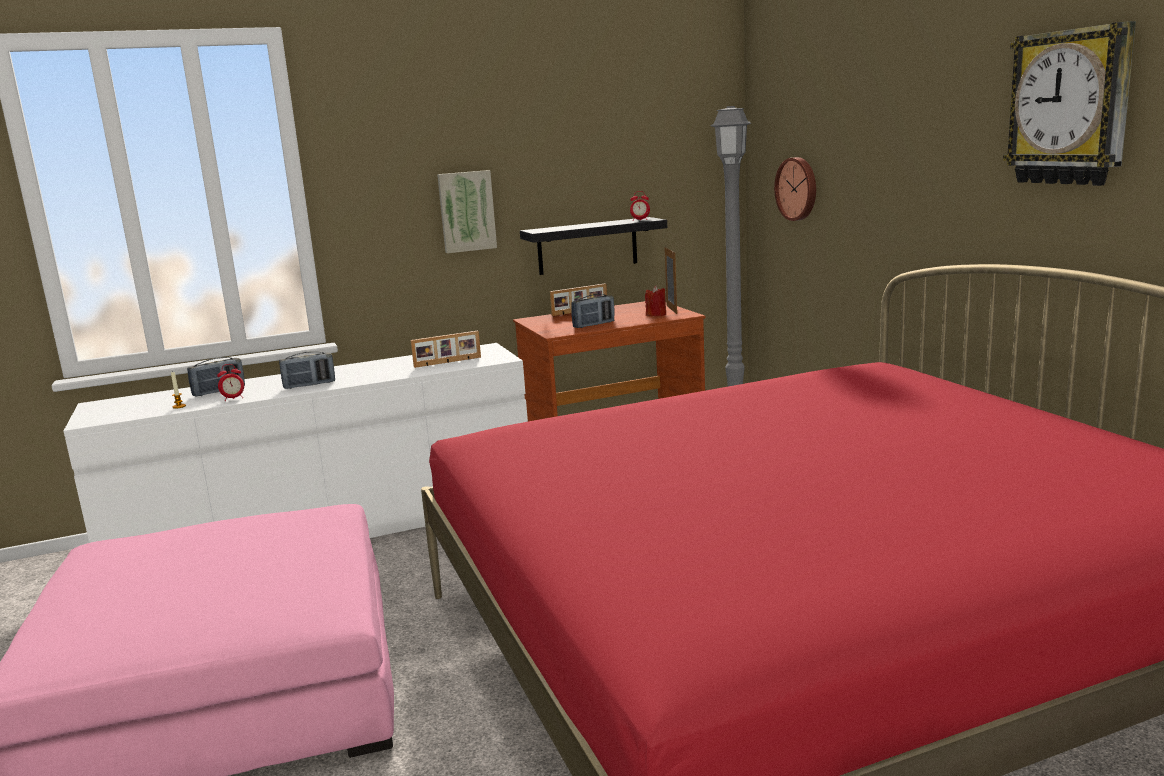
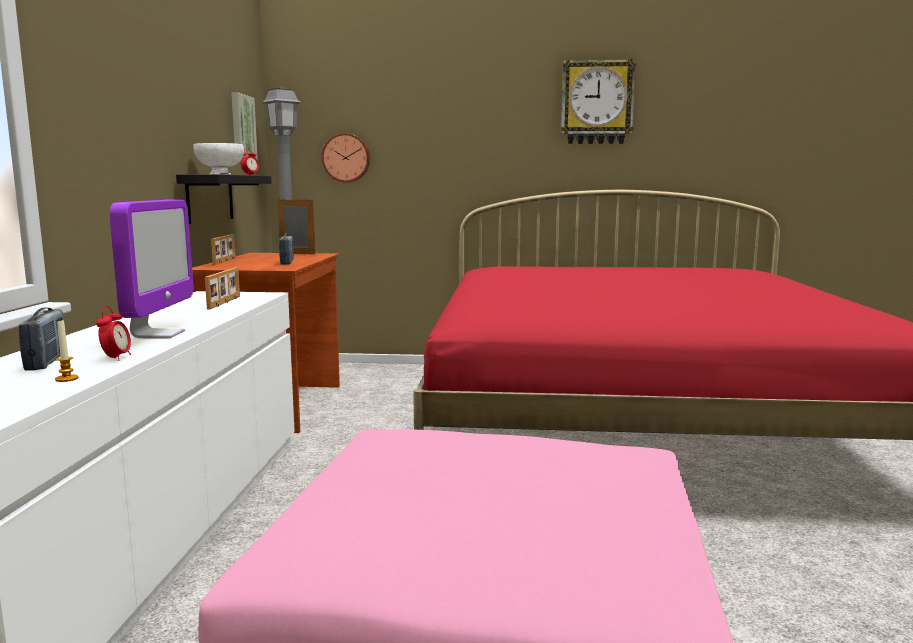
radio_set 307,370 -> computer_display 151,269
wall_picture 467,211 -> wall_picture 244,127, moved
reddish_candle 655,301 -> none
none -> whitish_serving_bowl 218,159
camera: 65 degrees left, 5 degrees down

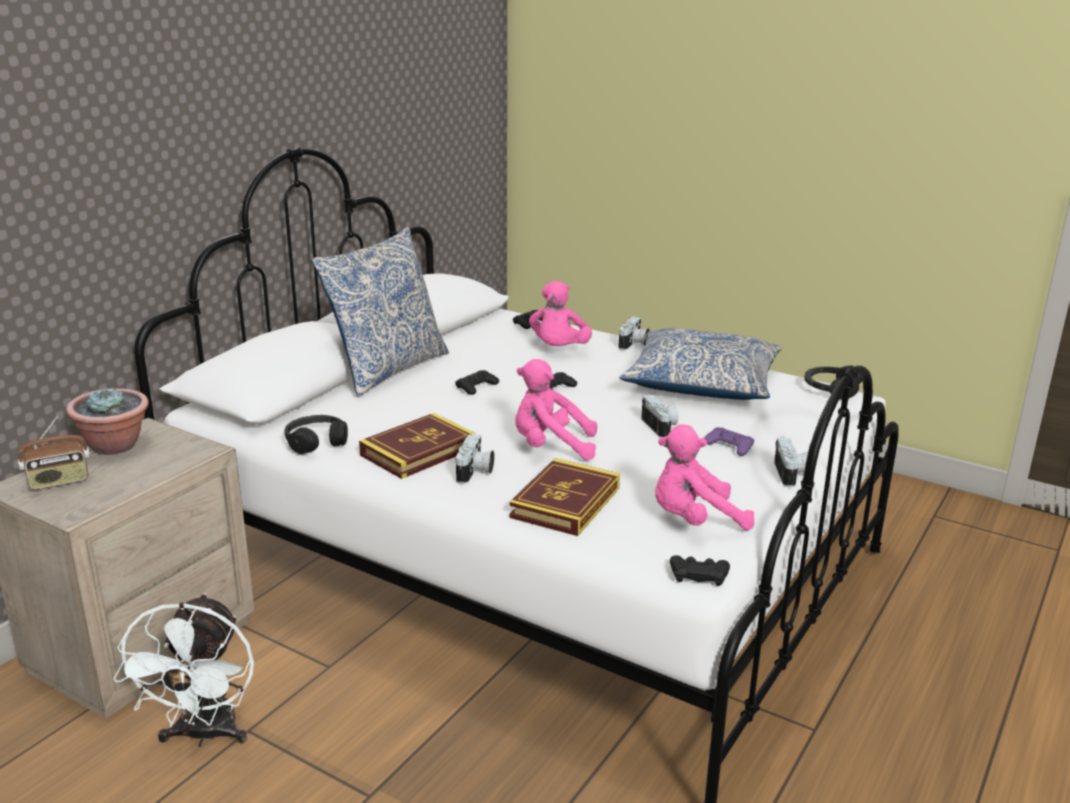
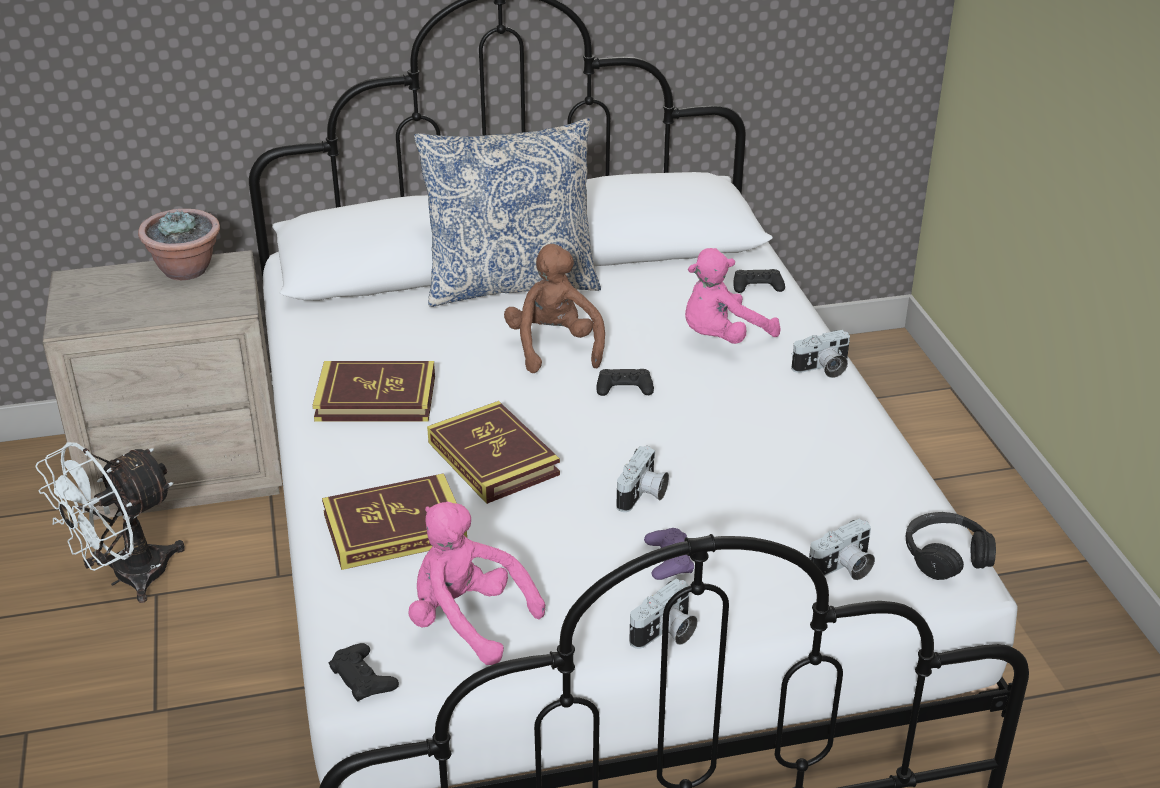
radio_set 54,453 -> none
black_pair_of_headphones 316,434 -> none
black_joypad 477,382 -> brownish_plush_toy 554,308
still_camera 475,459 -> still_camera 842,549, moved
pink_plush_toy 556,409 -> volume 493,452
cushion 700,364 -> none
camera: 45 degrees right, 10 degrees up

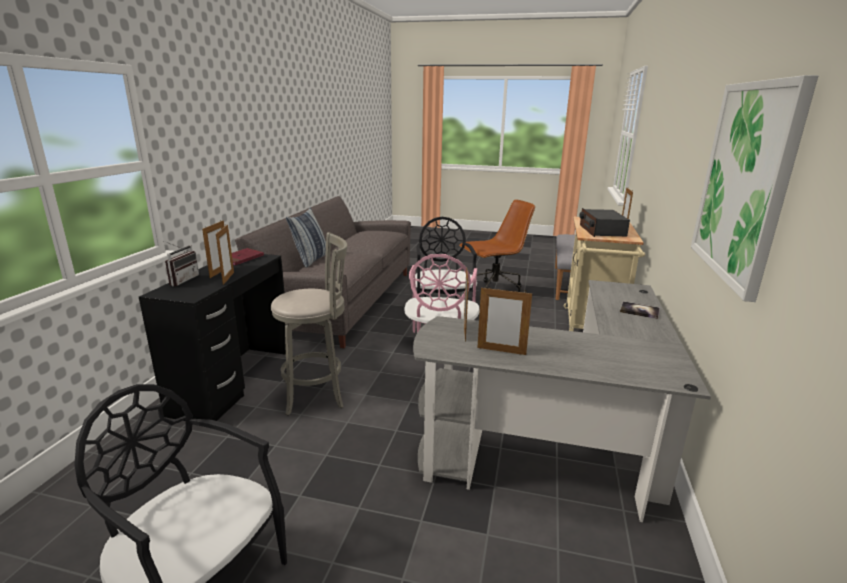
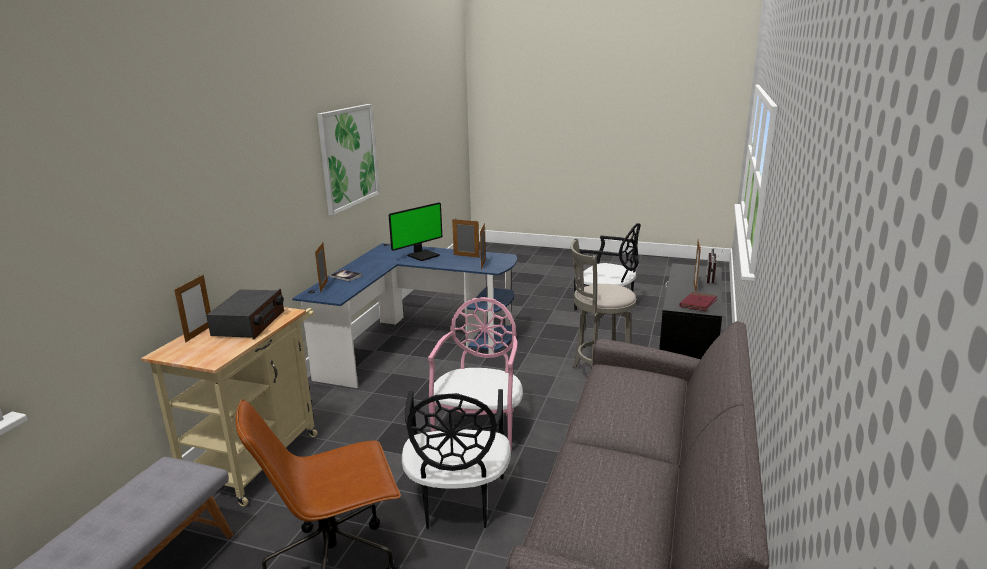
picture_frame 225,254 -> picture_frame 321,267, moved
cushion 306,238 -> none
greyish_desk_table 562,401 -> blue-coloured_desk_table 404,315
none -> computer_display 415,231
camera: 175 degrees left, 0 degrees up

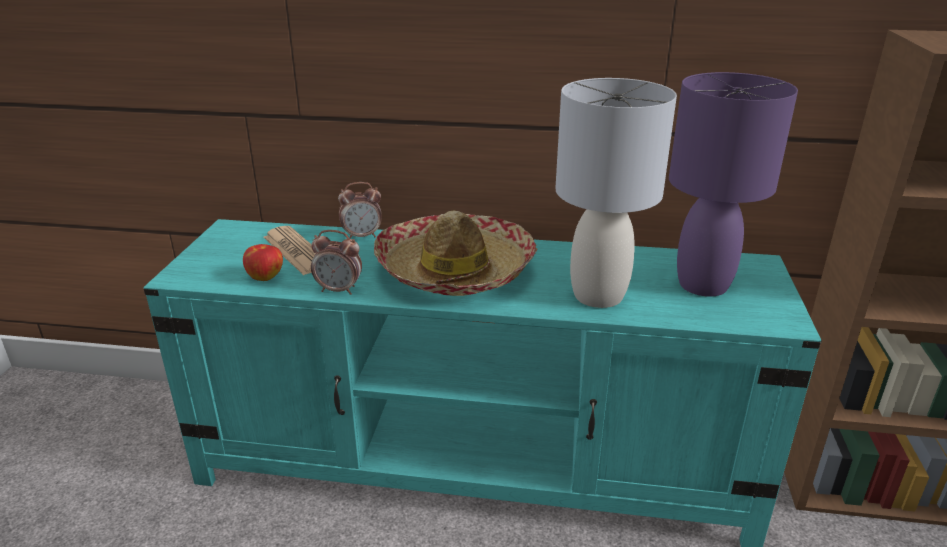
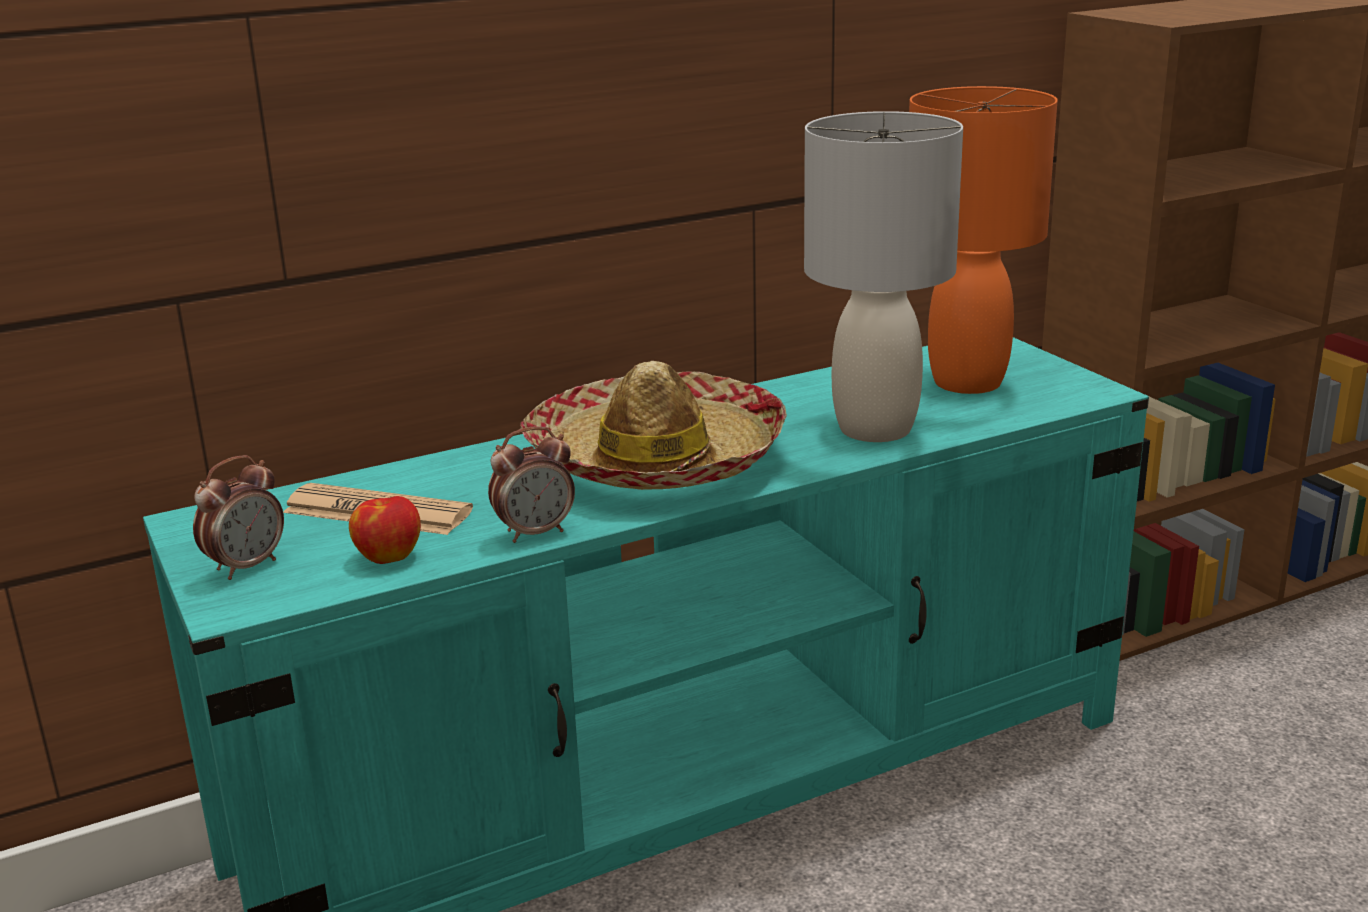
alarm_clock 360,210 -> alarm_clock 238,517, moved
purple-coloured_tabletop_lamp 733,184 -> orange-coloured_tabletop_lamp 983,240
camera: 35 degrees left, 5 degrees down

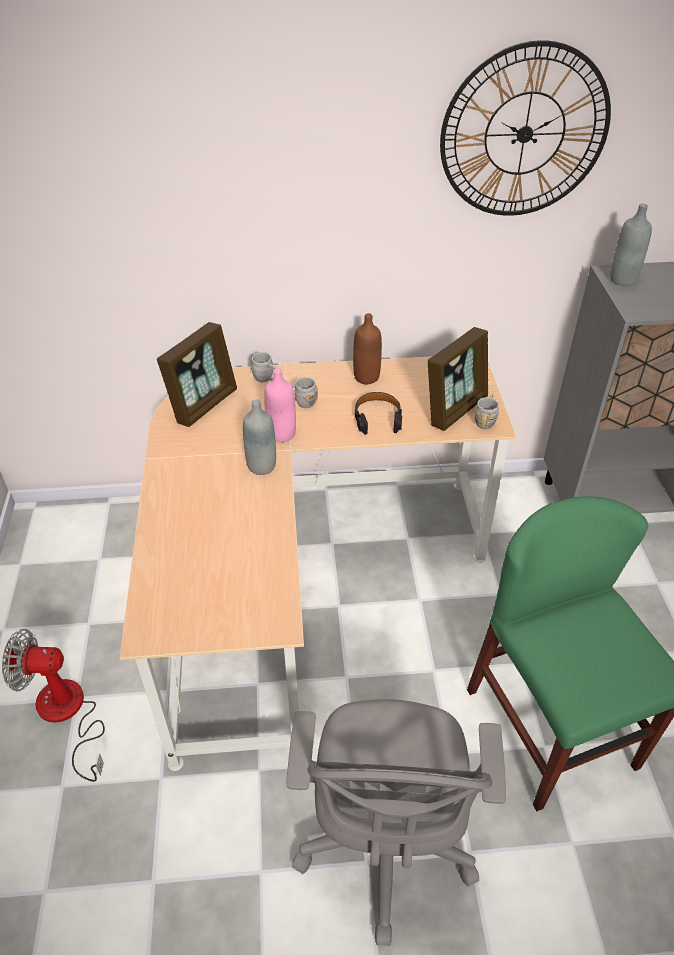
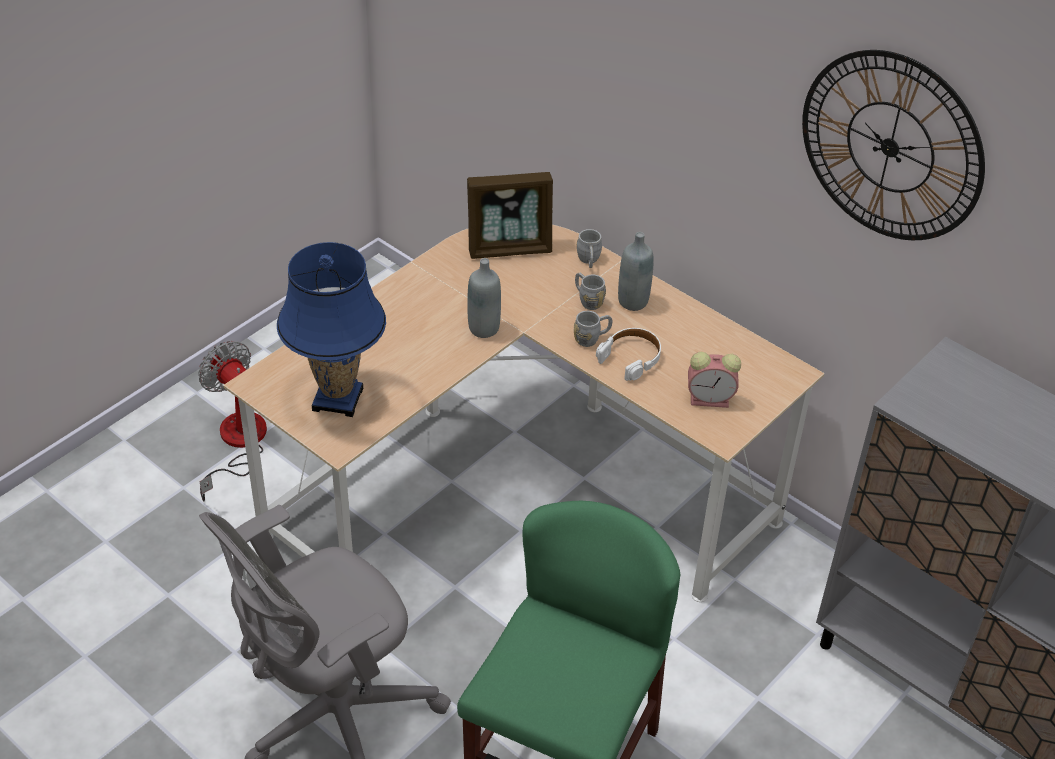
pink_drink_bottle 280,405 -> none
brownish_drink_bottle 367,348 -> none
black_pair_of_headphones 378,413 -> whitish_pair_of_headphones 628,354
picture_frame 458,379 -> alarm_clock 714,380
greyish_coffee_mug 486,411 -> greyish_coffee_mug 593,329, moved
greyish_drink_bottle 631,245 -> greyish_drink_bottle 636,271, moved
none -> blue-coloured_tabletop_lamp 331,329
camera: 45 degrees right, 0 degrees up

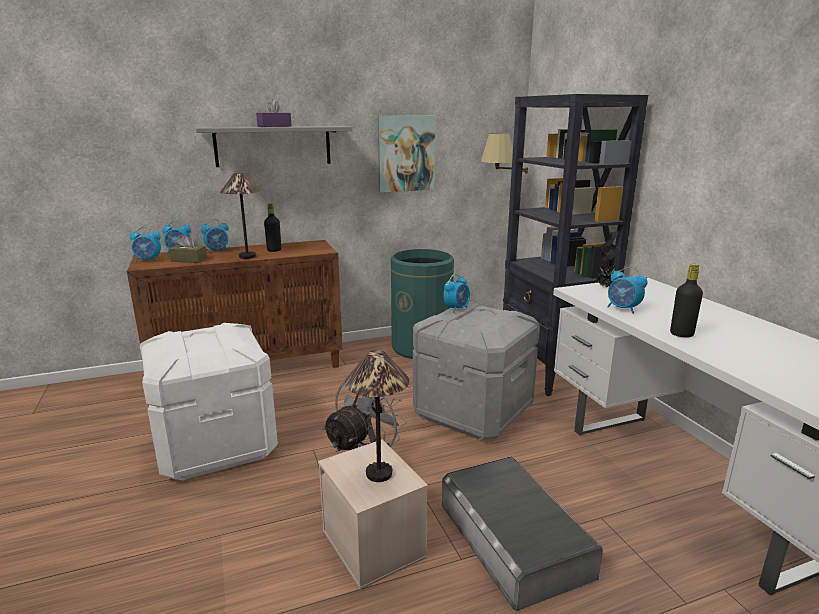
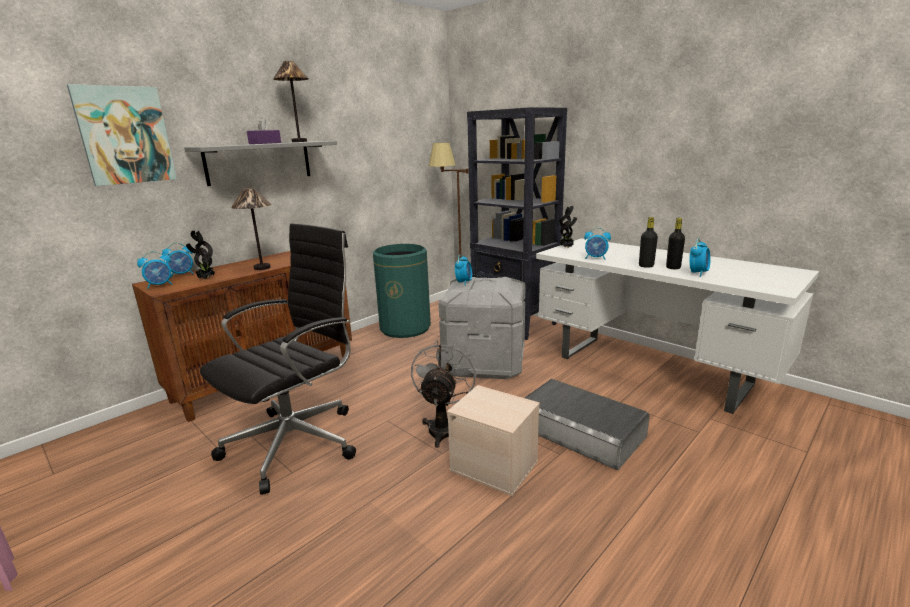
whitish_storage_bin 209,401 -> black_desk_chair 278,358
brownish_tissue_box 188,249 -> plant_in_a_pot 200,255
alarm_clock 215,236 -> alarm_clock 699,258, moved
black_drink_bottle 272,227 -> black_drink_bottle 675,243, moved
tabletop_lamp 377,416 -> tabletop_lamp 291,101, moved
wall_picture 406,153 -> wall_picture 122,135, moved
camera: 25 degrees left, 0 degrees up

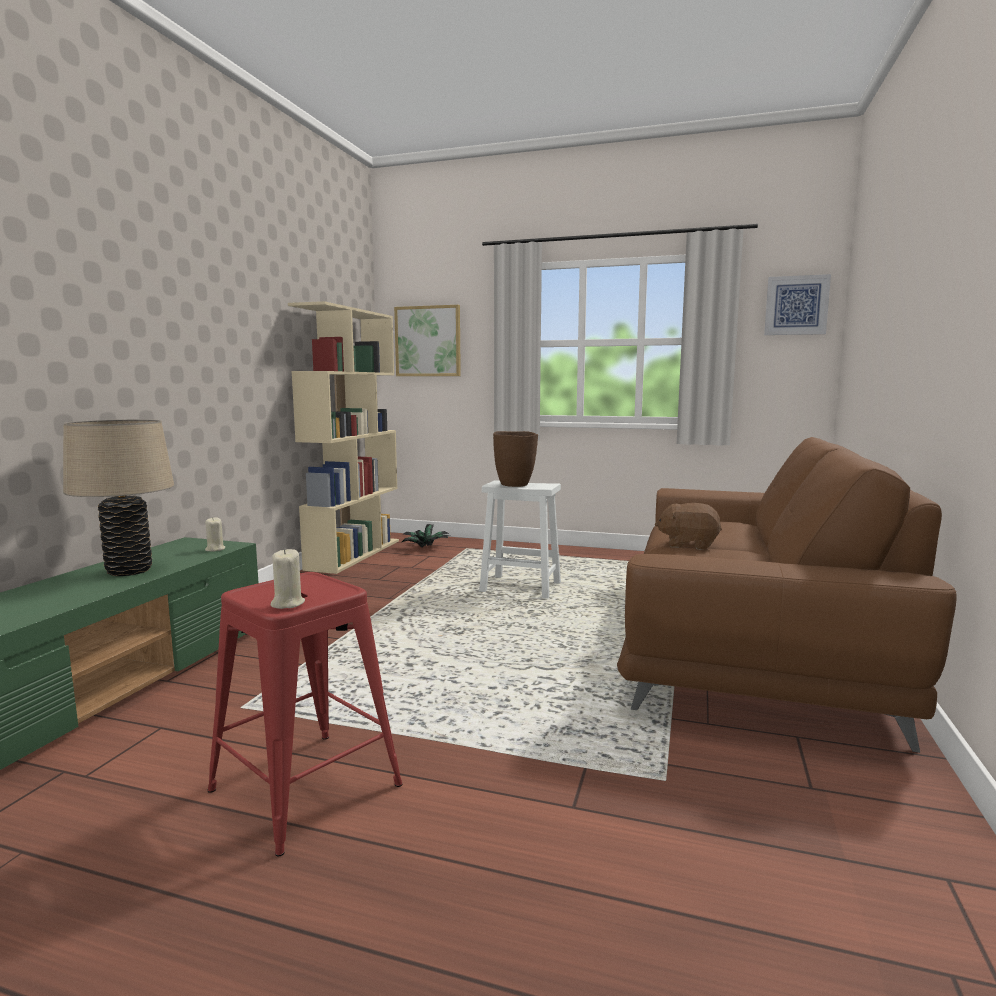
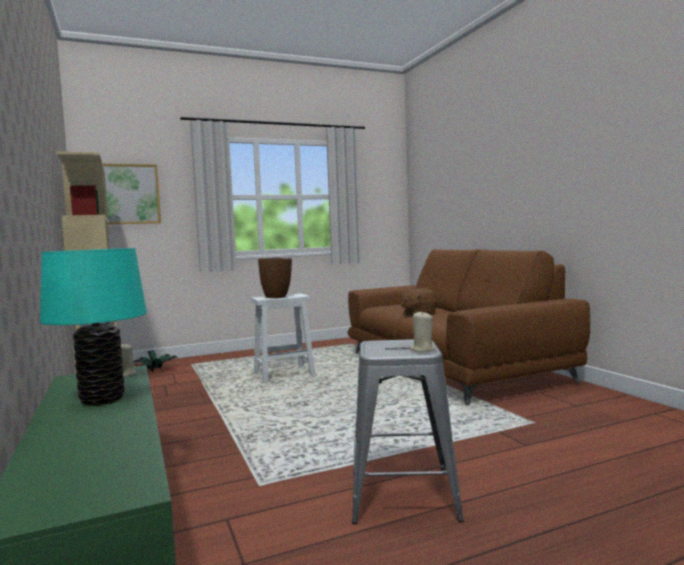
sand-coloured_tabletop_lamp 118,497 -> turquoise-coloured_tabletop_lamp 93,327
reddish_stool_seat 305,714 -> greyish_stool_seat 408,431
wall_picture 797,304 -> none
camera: 40 degrees left, 5 degrees down

